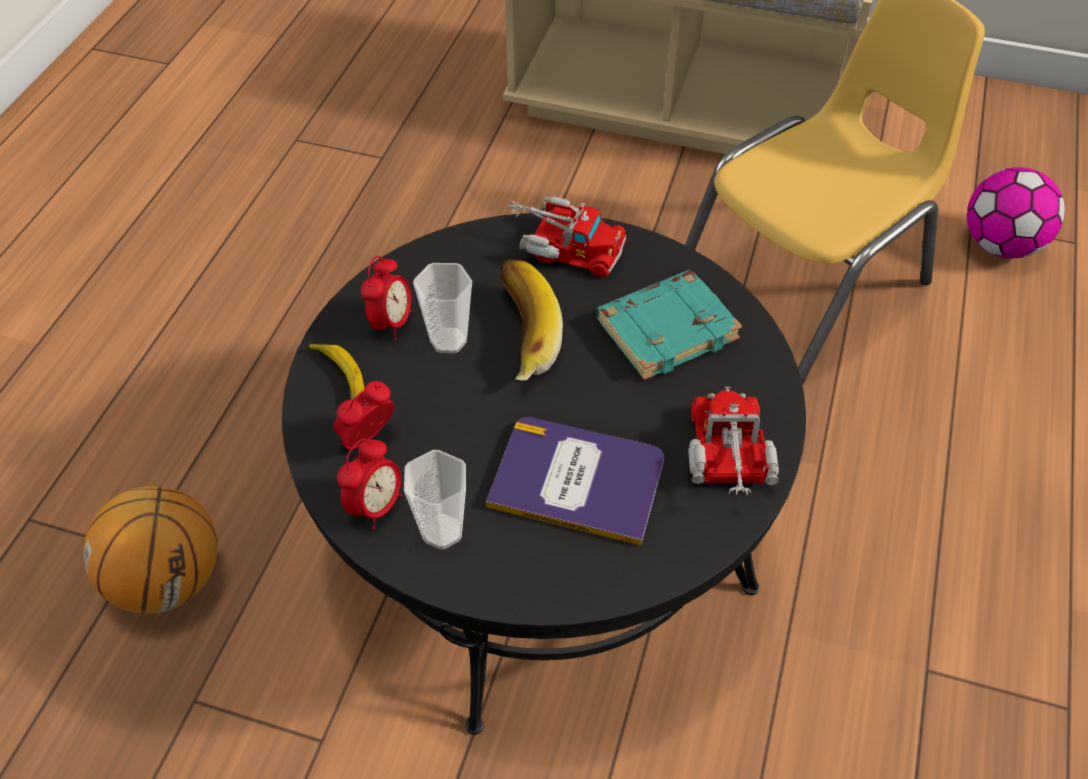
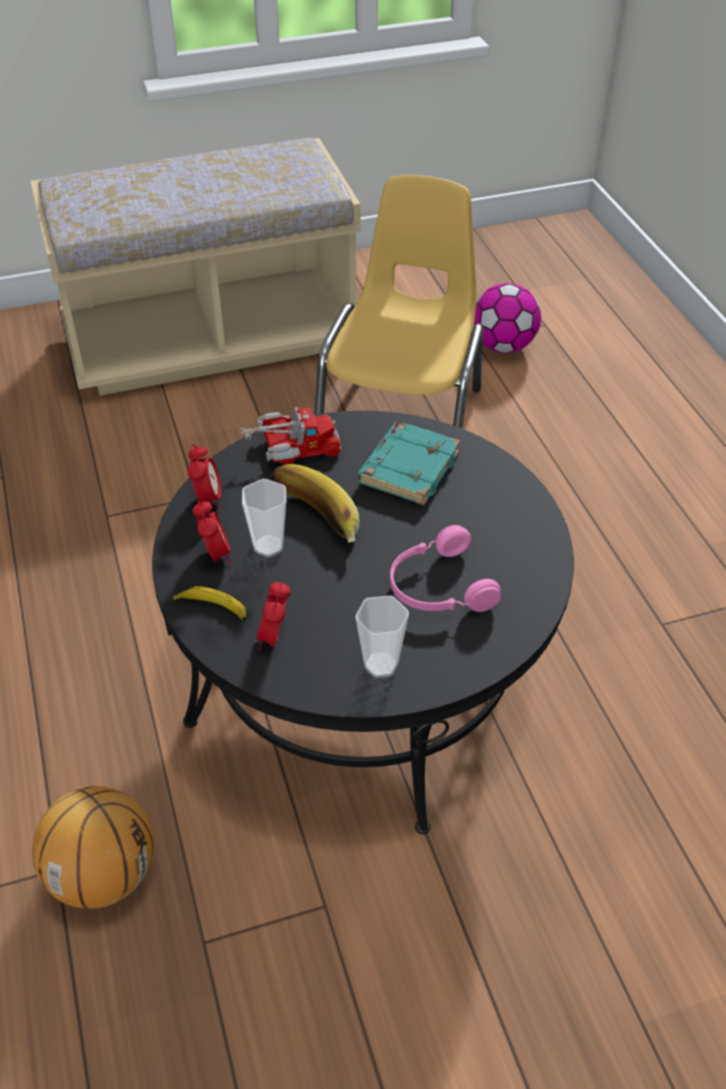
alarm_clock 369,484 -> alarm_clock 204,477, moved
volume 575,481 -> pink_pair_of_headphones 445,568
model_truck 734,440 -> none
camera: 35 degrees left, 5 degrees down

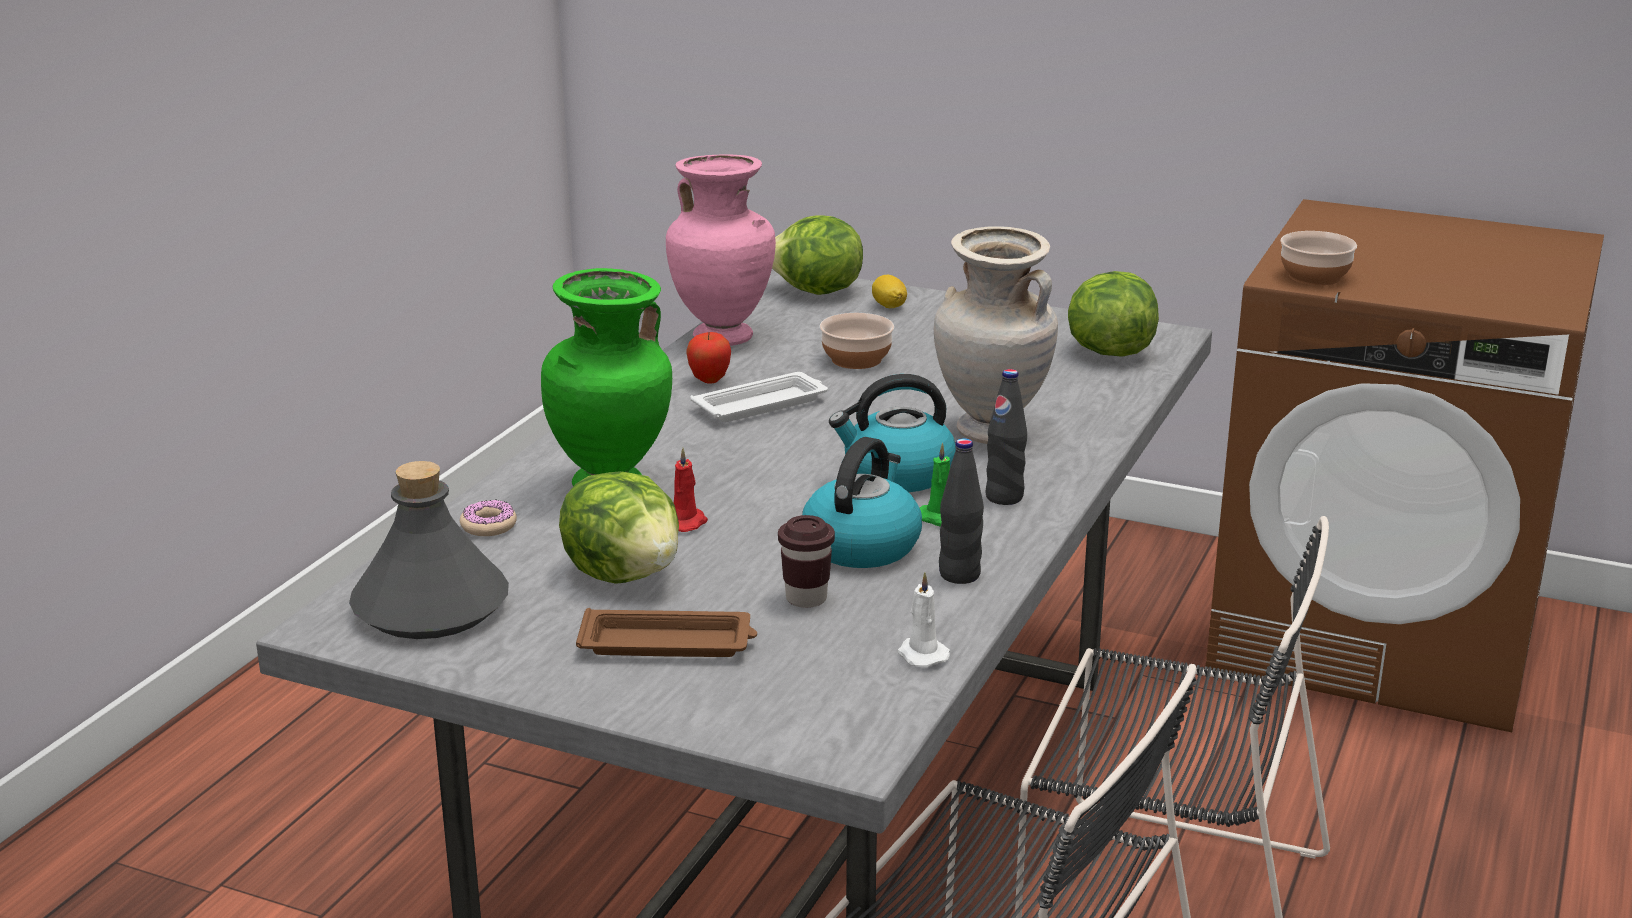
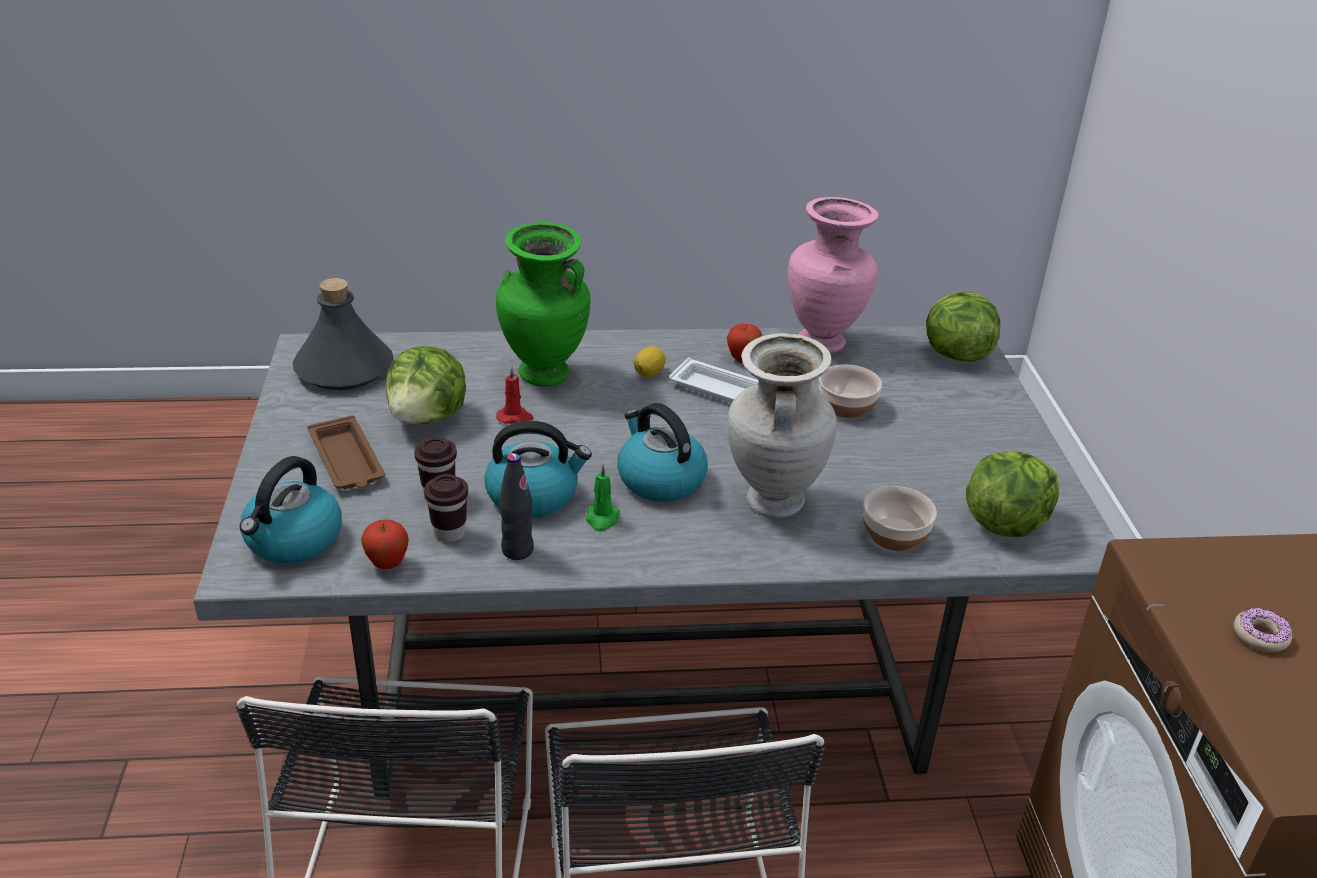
doughnut 488,518 -> doughnut 1263,630, moved
lemon 889,291 -> lemon 650,361, moved
whitish_candle 923,619 -> apple 385,544
black_drink_bottle 1006,437 -> none
serving_bowl 1319,258 -> serving_bowl 900,518, moved
none -> kettle 291,510
none -> brownish_small_cup 446,508
camera: 60 degrees right, 10 degrees up

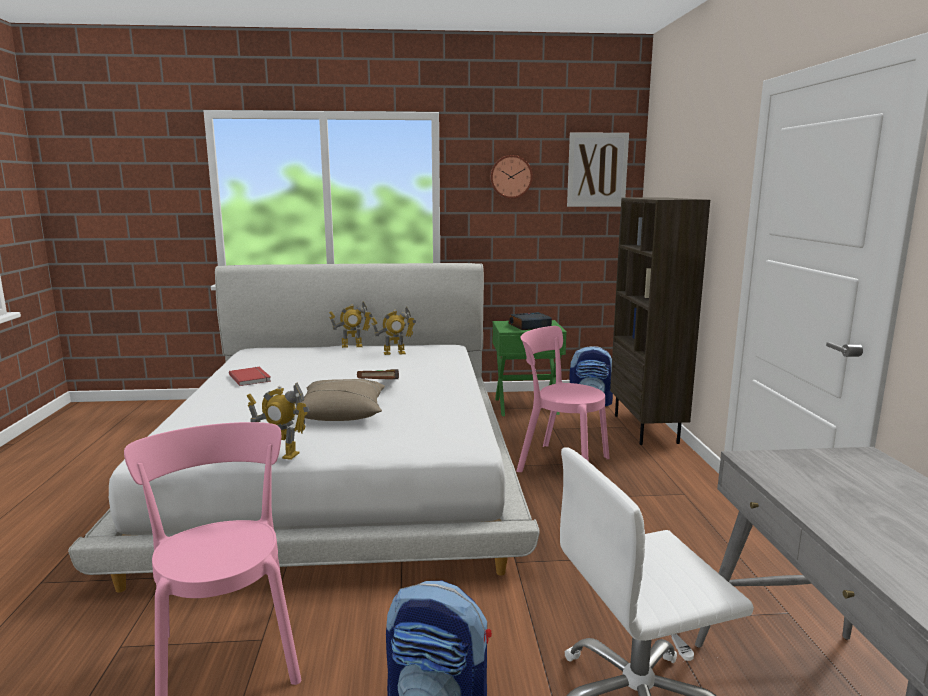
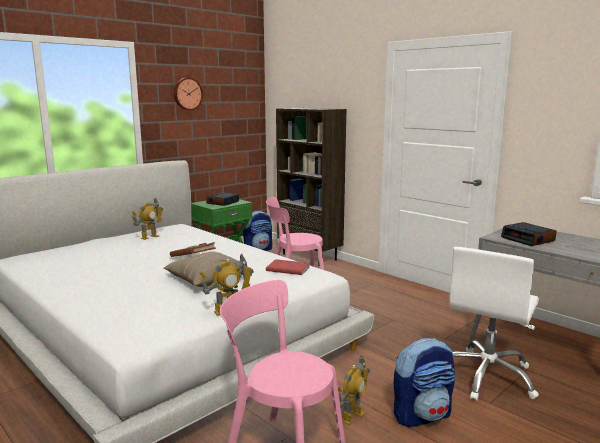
reddish_volume 250,376 -> reddish_volume 288,267, moved
toy_robot 351,324 -> toy_robot 354,390, moved
wall_picture 598,169 -> none
none -> alarm_clock 529,234
camera: 40 degrees left, 0 degrees up

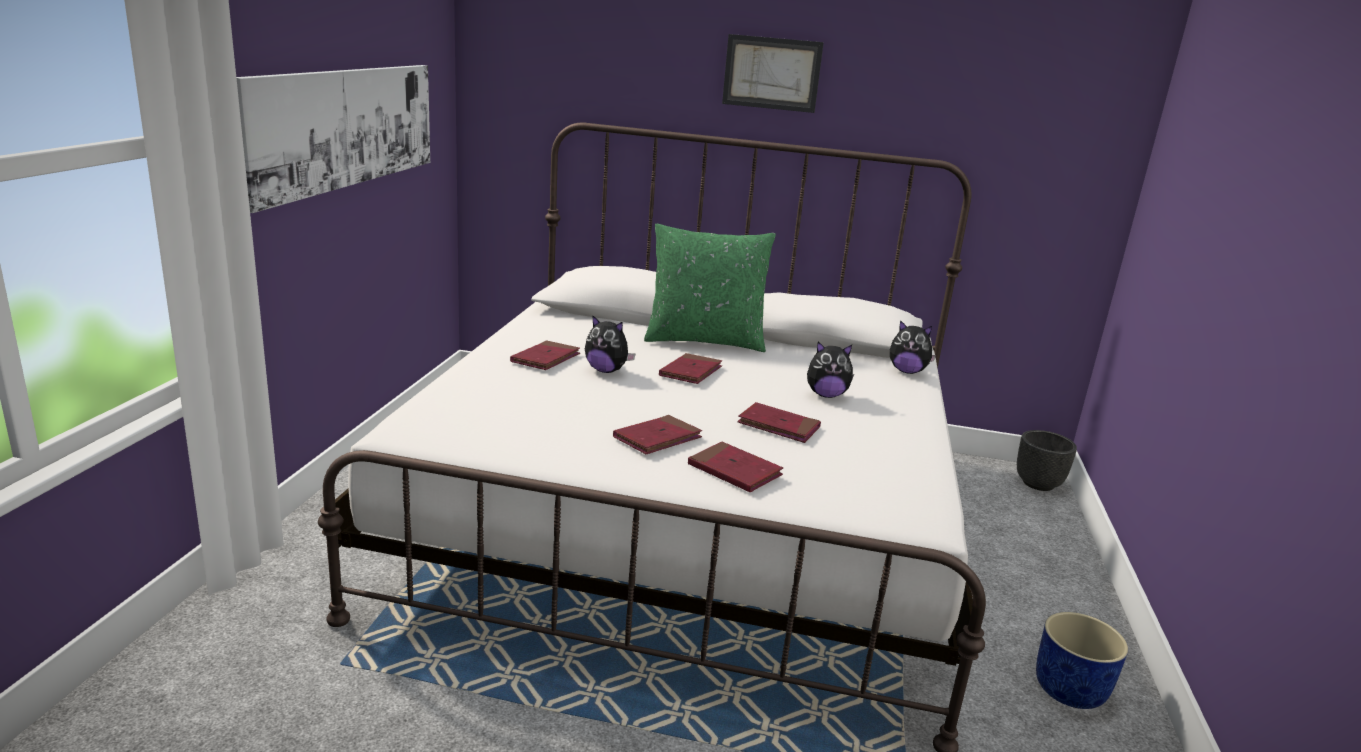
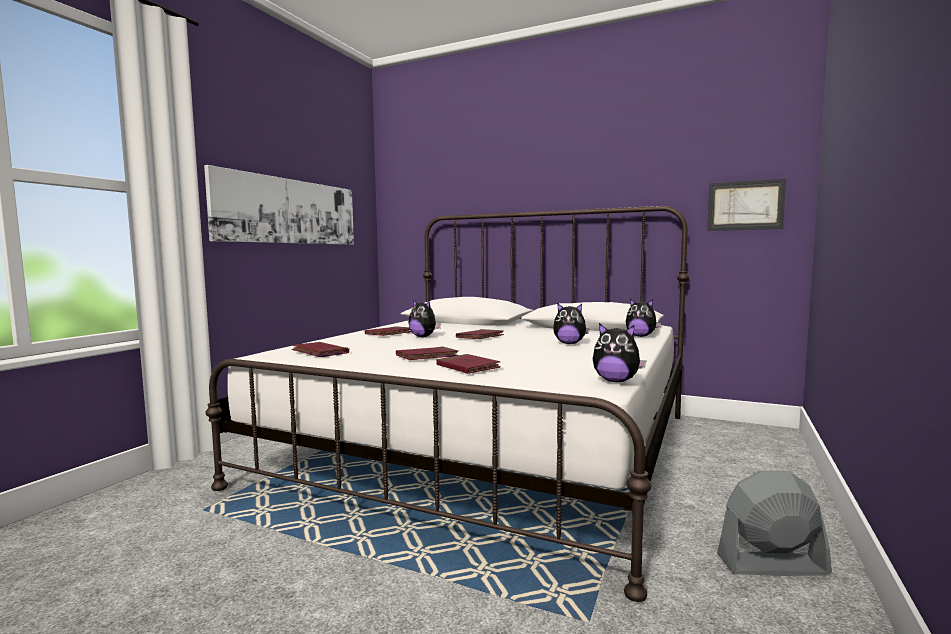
greenish_cushion 710,288 -> none
wall_picture 773,73 -> wall_picture 746,205, moved
reddish_volume 779,422 -> reddish_volume 320,349, moved
black_planter 1047,460 -> none
blue-coloured_planter 1082,660 -> greyish_fan 774,523
none -> plush_toy 619,352
camera: 15 degrees right, 15 degrees down

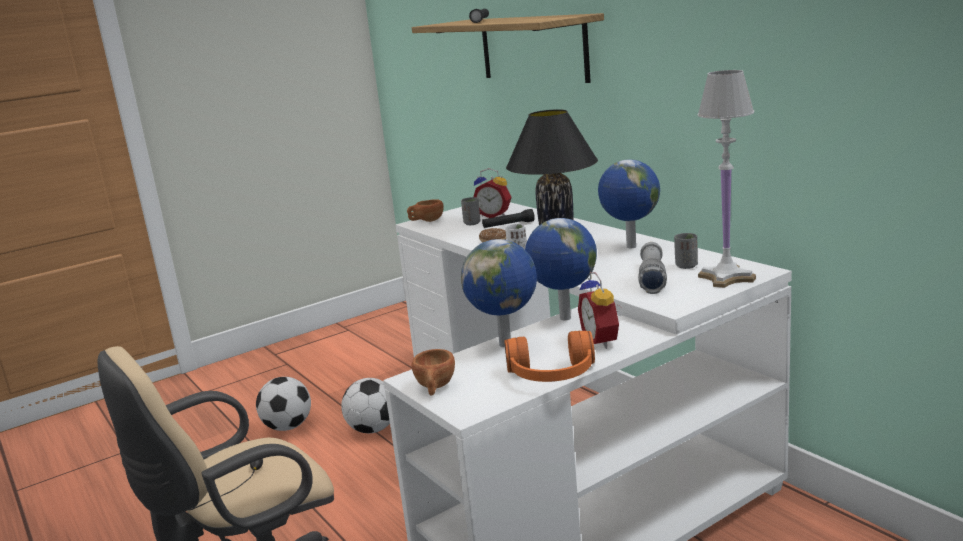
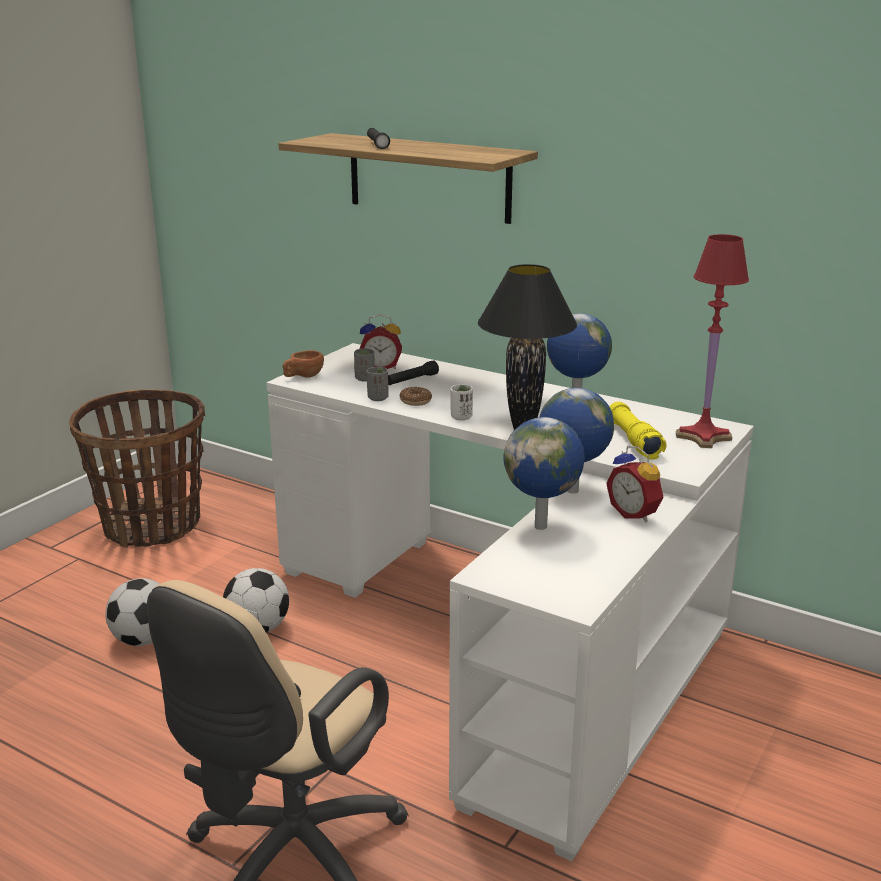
brownish_small_cup 433,372 -> none
orange-coloured_pair_of_headphones 549,356 -> none
greyish_flashlight 652,268 -> yellow-coloured_flashlight 638,431
greyish_small_cup 686,251 -> greyish_small_cup 378,384, moved
whitish_tabletop_lamp 726,179 -> reddish_tabletop_lamp 712,341
none -> household_basket 137,468
camera: 25 degrees left, 5 degrees up

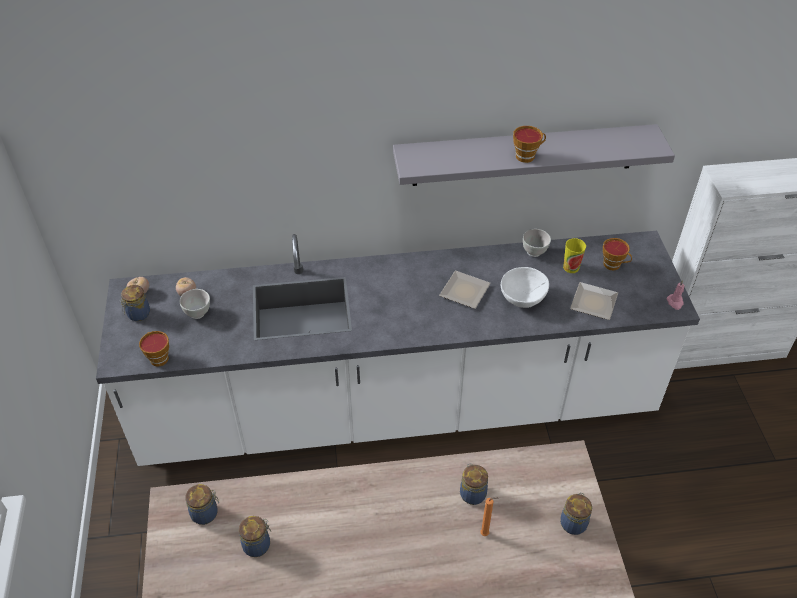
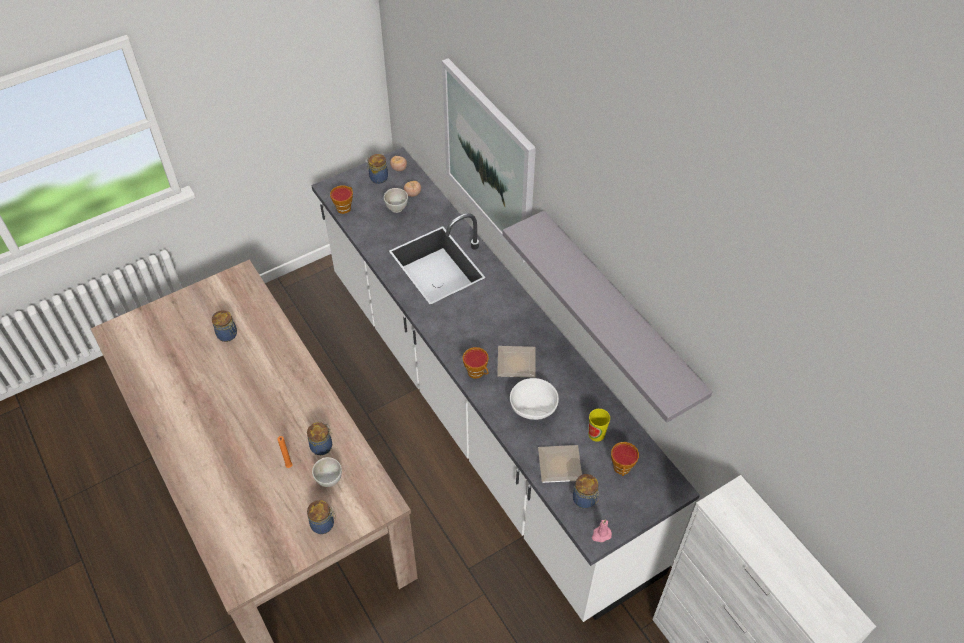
jar 202,504 -> jar 586,491, moved
small_cup 529,144 -> small_cup 476,363, moved
whitish_serving_bowl 537,243 -> whitish_serving_bowl 327,472, moved
none -> wall_picture 489,160
camera: 65 degrees right, 5 degrees up

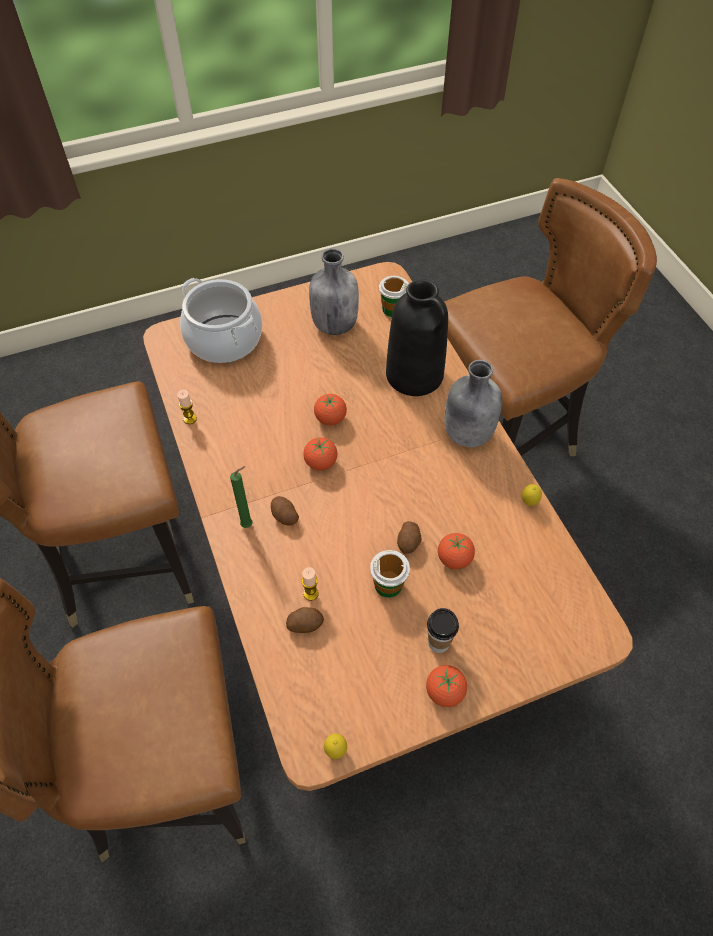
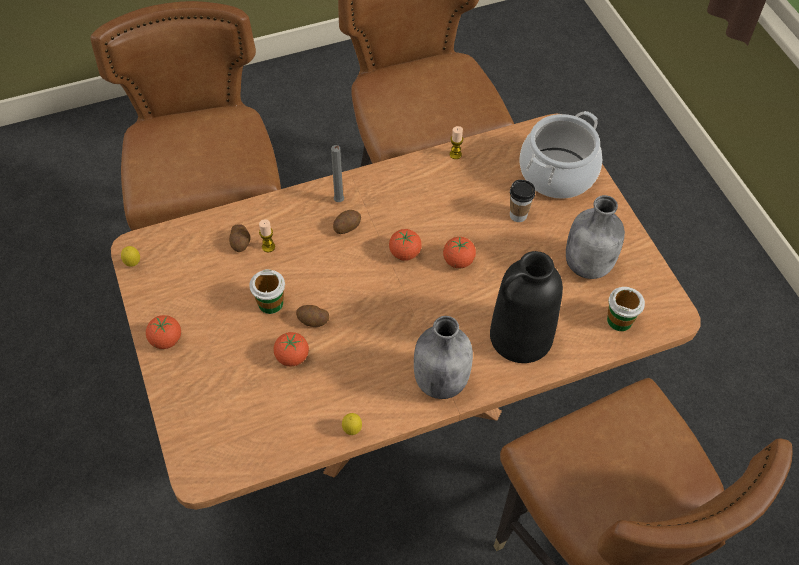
greenish_candle 241,497 -> greyish_candle 337,173
small_cup 443,630 -> small_cup 523,201, moved
camera: 90 degrees right, 0 degrees up

